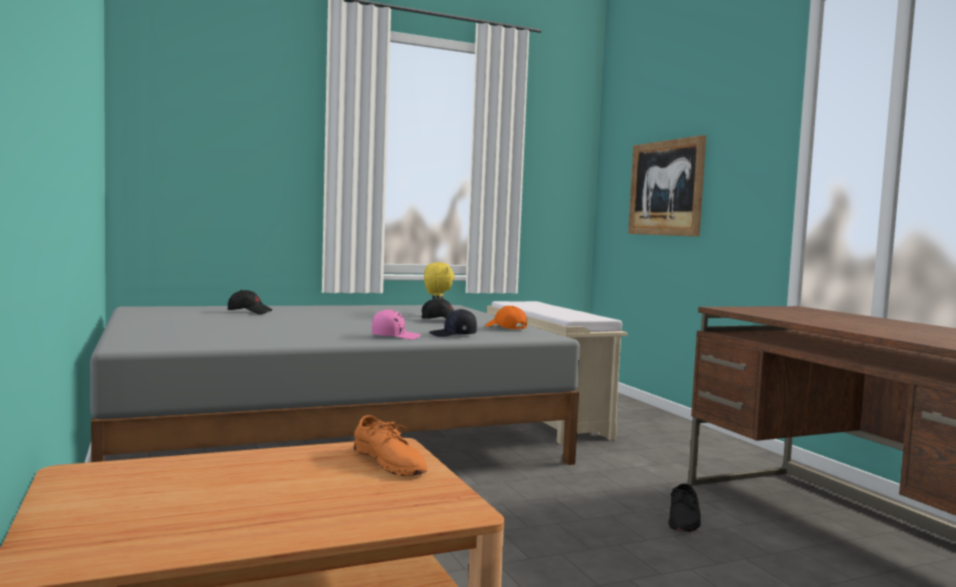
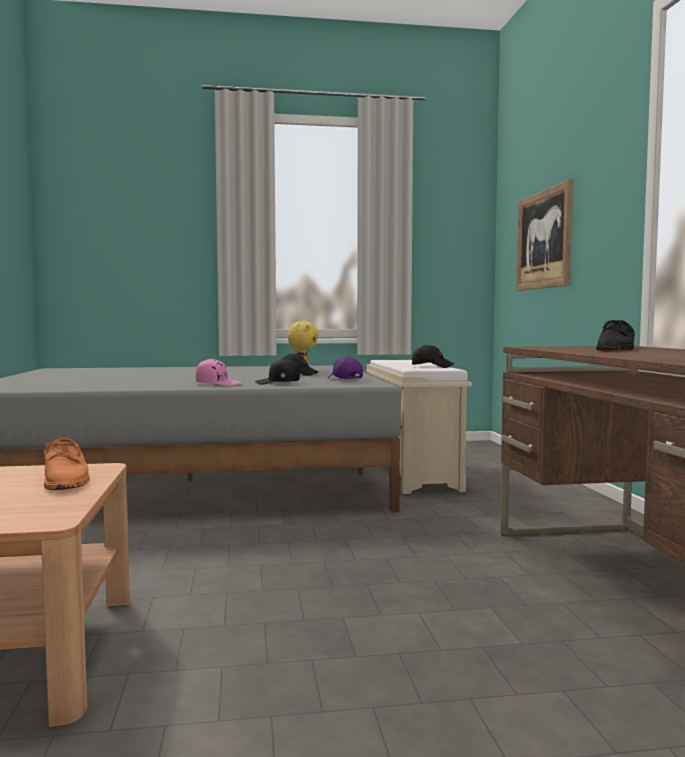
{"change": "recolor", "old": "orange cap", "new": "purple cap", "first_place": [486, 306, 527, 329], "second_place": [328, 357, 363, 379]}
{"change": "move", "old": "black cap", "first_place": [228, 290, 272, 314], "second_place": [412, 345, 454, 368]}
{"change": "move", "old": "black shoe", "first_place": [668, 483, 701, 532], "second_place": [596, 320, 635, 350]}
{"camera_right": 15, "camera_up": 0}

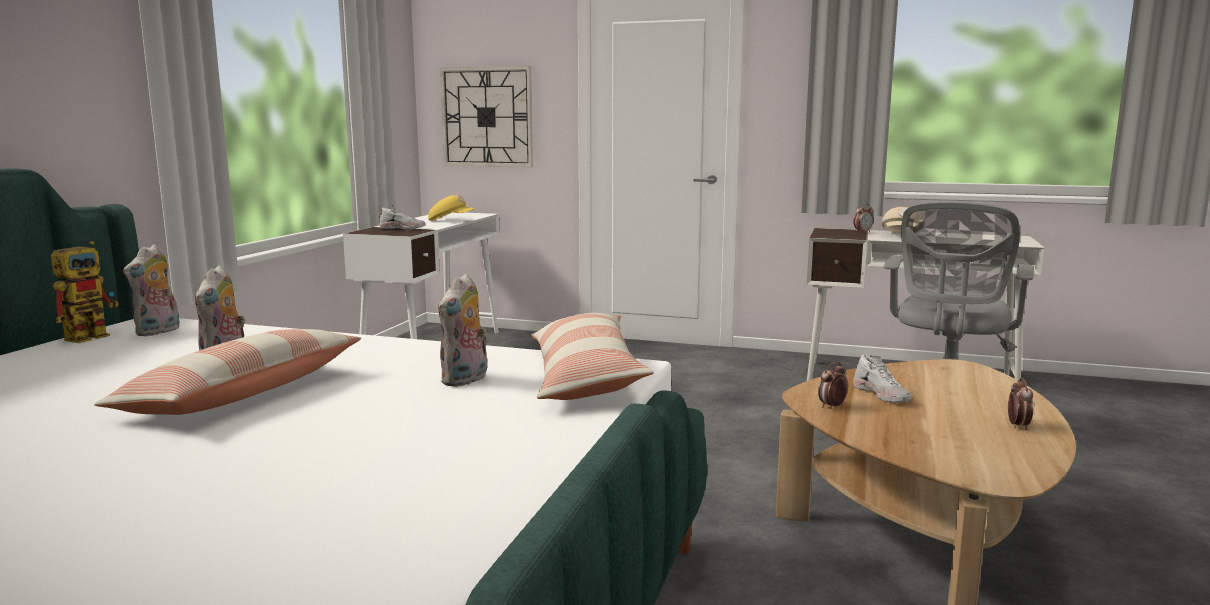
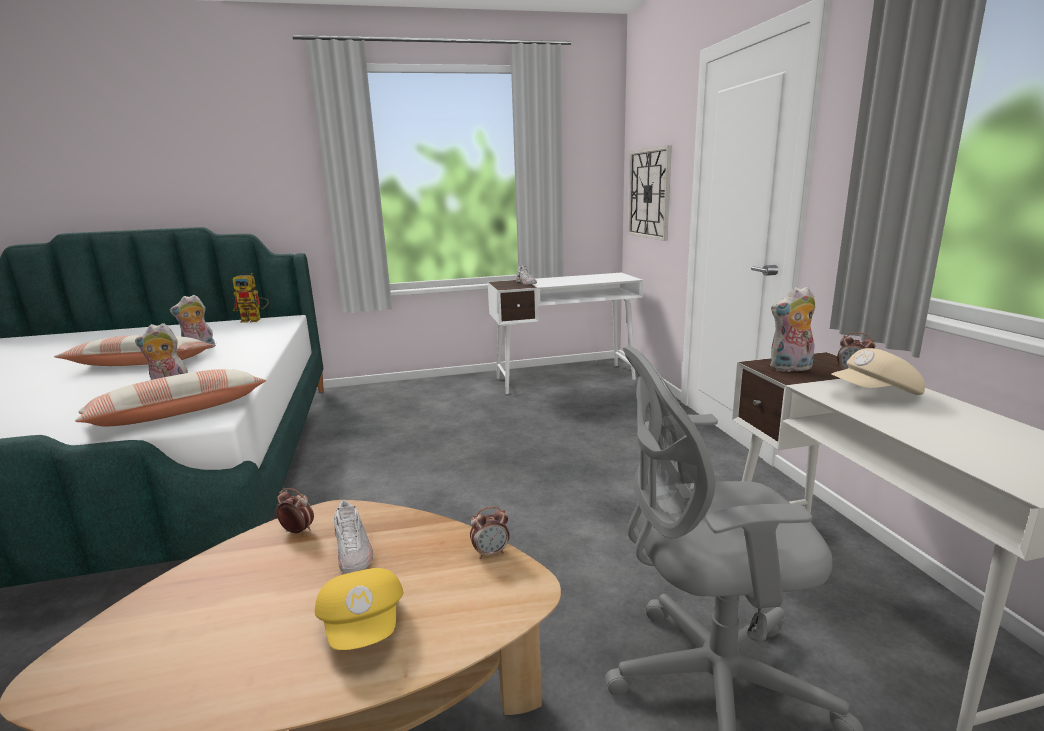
{"change": "move", "old": "yellow cap", "first_place": [428, 195, 475, 221], "second_place": [315, 568, 403, 650]}
{"change": "rotate", "old": "white shoe", "first_place": [853, 354, 912, 403], "second_place": [334, 500, 373, 574], "degrees": -60}
{"change": "move", "old": "alarm clock", "first_place": [1008, 378, 1034, 430], "second_place": [470, 507, 510, 559]}
{"change": "move", "old": "plush toy", "first_place": [123, 244, 180, 336], "second_place": [770, 286, 815, 372]}
{"camera_right": 60, "camera_up": 5}

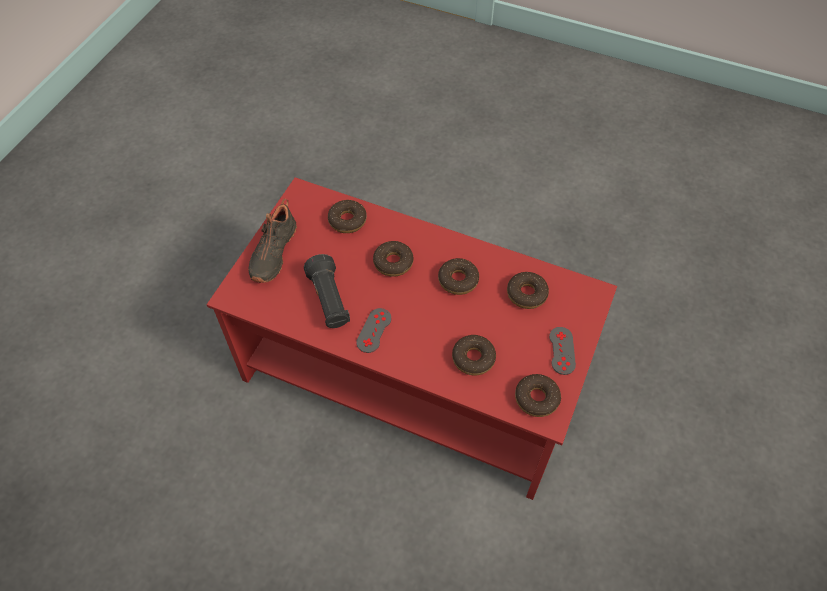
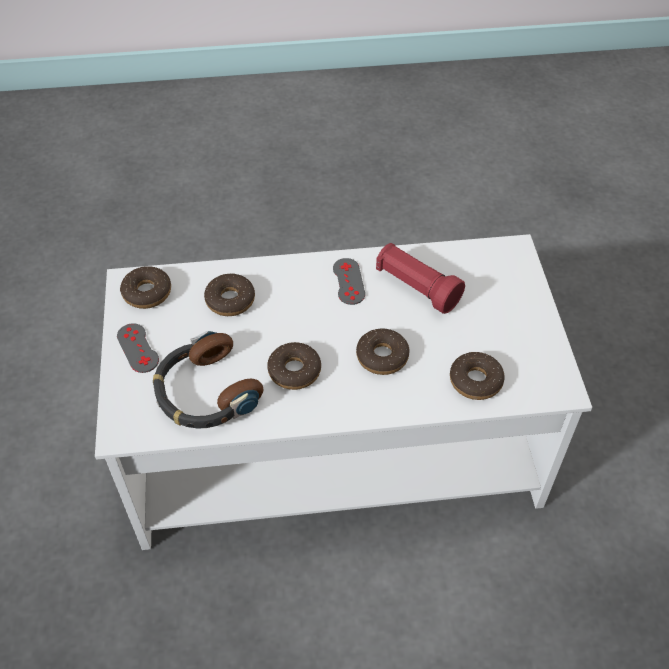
{"change": "recolor", "old": "red coffee table", "new": "white coffee table", "first_place": [207, 177, 617, 500], "second_place": [95, 234, 592, 550]}
{"change": "replace", "old": "donut", "new": "headphones", "first_place": [507, 272, 549, 309], "second_place": [153, 331, 263, 429]}
{"change": "recolor", "old": "black flashlight", "new": "red flashlight", "first_place": [304, 254, 350, 328], "second_place": [376, 243, 465, 314]}
{"change": "delete", "old": "black shoe", "first_place": [248, 199, 297, 283]}
{"camera_right": 150, "camera_up": -5}

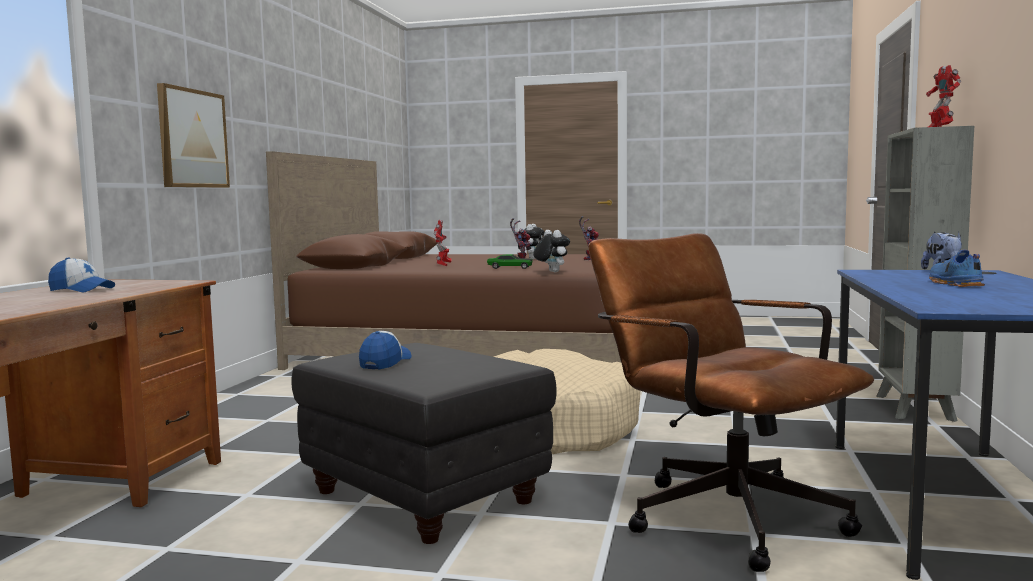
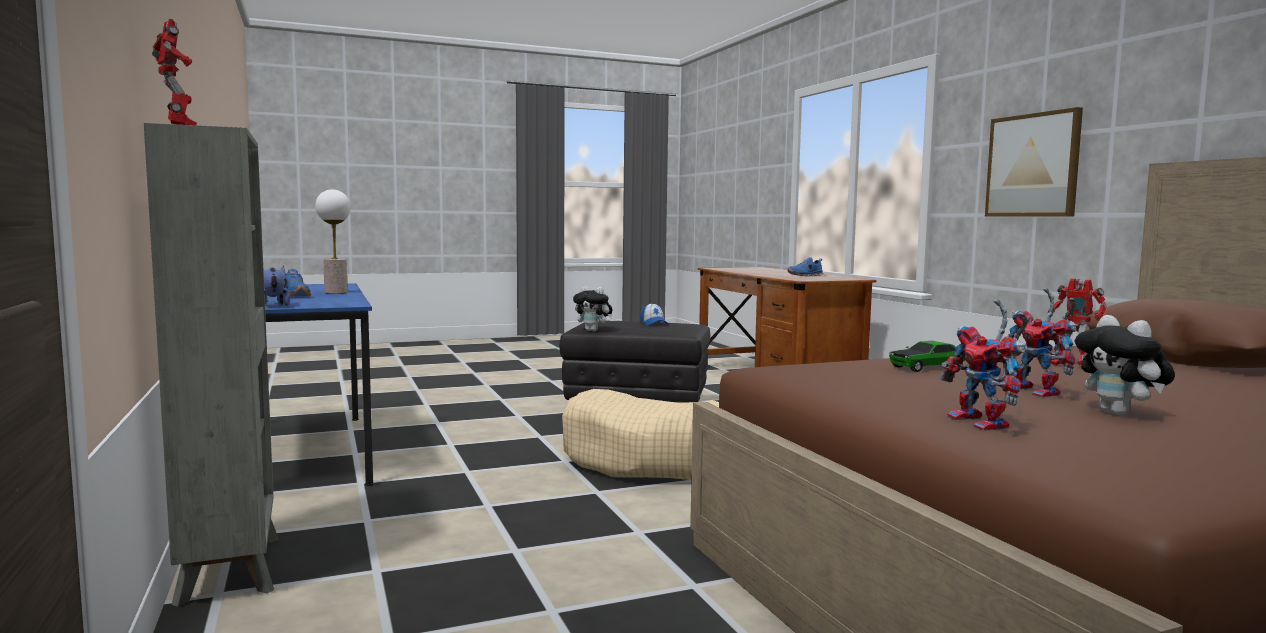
{"change": "insert", "new": "table lamp", "second_place": [315, 189, 351, 294]}
{"change": "move", "old": "plush toy", "first_place": [533, 230, 570, 272], "second_place": [573, 286, 613, 331]}
{"change": "replace", "old": "cap", "new": "blue shoe", "first_place": [48, 258, 115, 292], "second_place": [787, 257, 823, 276]}
{"change": "delete", "old": "brown office chair", "first_place": [588, 233, 874, 572]}
{"camera_right": 145, "camera_up": 0}

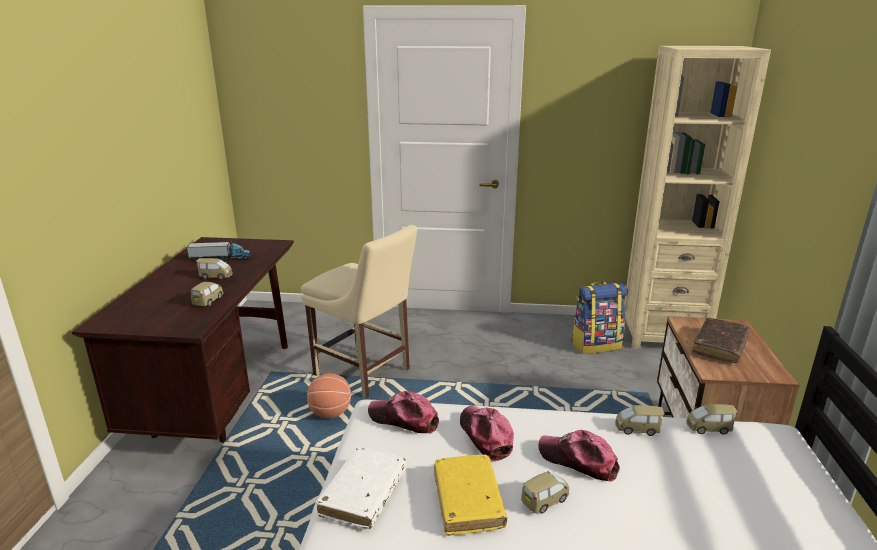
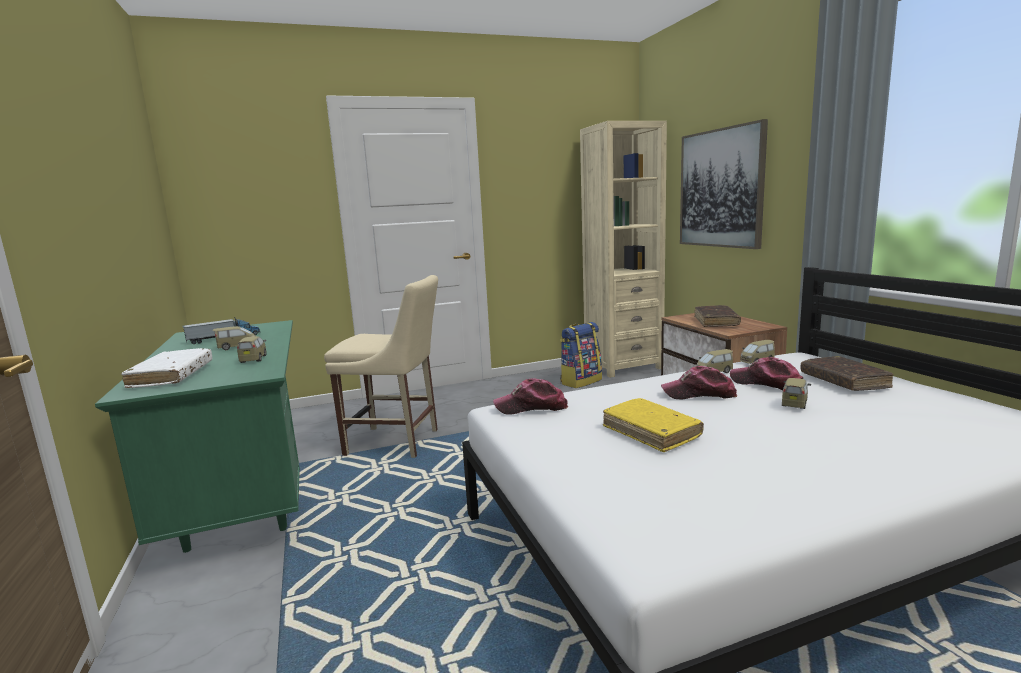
{"change": "recolor", "old": "brown desk", "new": "green desk", "first_place": [72, 237, 294, 443], "second_place": [95, 320, 300, 553]}
{"change": "move", "old": "white book", "first_place": [316, 447, 406, 529], "second_place": [121, 348, 212, 388]}
{"change": "insert", "new": "picture", "second_place": [680, 119, 768, 249]}
{"change": "move", "old": "cap", "first_place": [460, 406, 514, 461], "second_place": [730, 357, 803, 391]}
{"change": "move", "old": "toy car", "first_place": [521, 471, 569, 514], "second_place": [782, 378, 811, 409]}
{"change": "insert", "new": "brown book", "second_place": [801, 356, 893, 391]}
{"change": "delete", "old": "basketball", "first_place": [307, 373, 351, 418]}
{"camera_right": -25, "camera_up": -10}

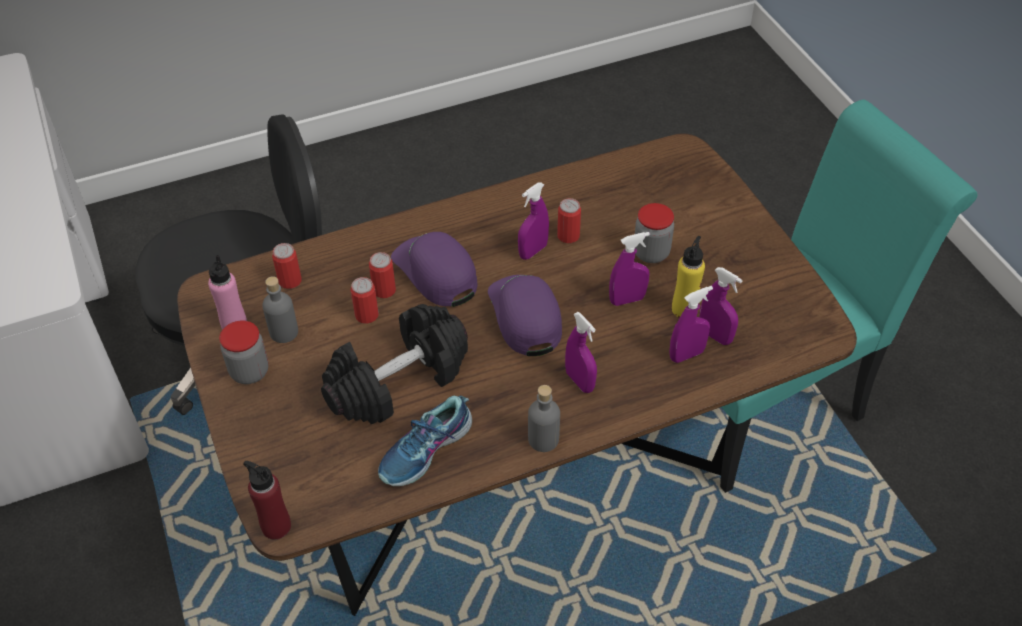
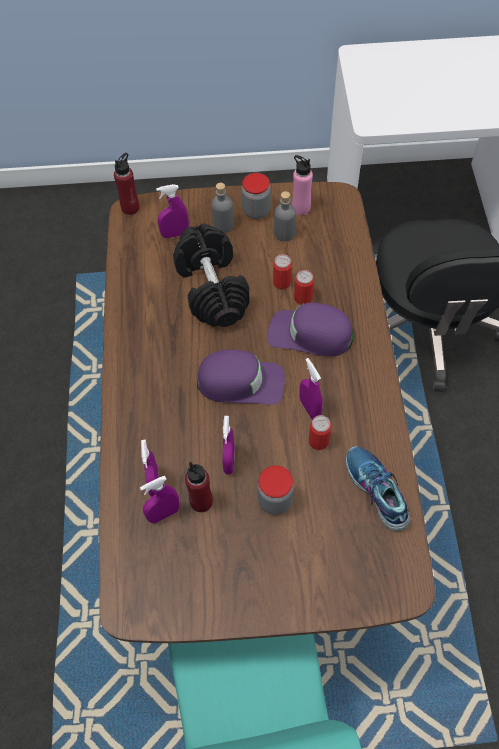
{"change": "move", "old": "purple spray bottle", "first_place": [565, 312, 597, 393], "second_place": [156, 184, 189, 238]}
{"change": "recolor", "old": "yellow bottle", "new": "red bottle", "first_place": [672, 236, 705, 318], "second_place": [185, 462, 213, 512]}
{"change": "move", "old": "grey bottle", "first_place": [528, 385, 560, 452], "second_place": [211, 183, 234, 233]}
{"change": "rotate", "old": "purple cap", "first_place": [391, 232, 478, 307], "second_place": [267, 303, 353, 357], "degrees": -150}
{"change": "move", "old": "shoe", "first_place": [378, 396, 472, 486], "second_place": [346, 446, 410, 531]}
{"change": "delete", "old": "can", "first_place": [272, 243, 302, 289]}
{"camera_right": 110, "camera_up": 10}

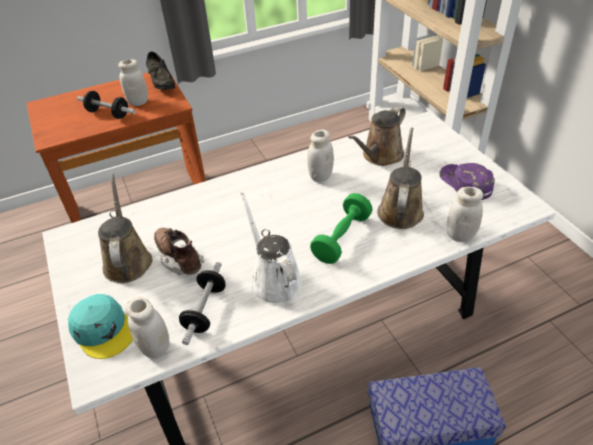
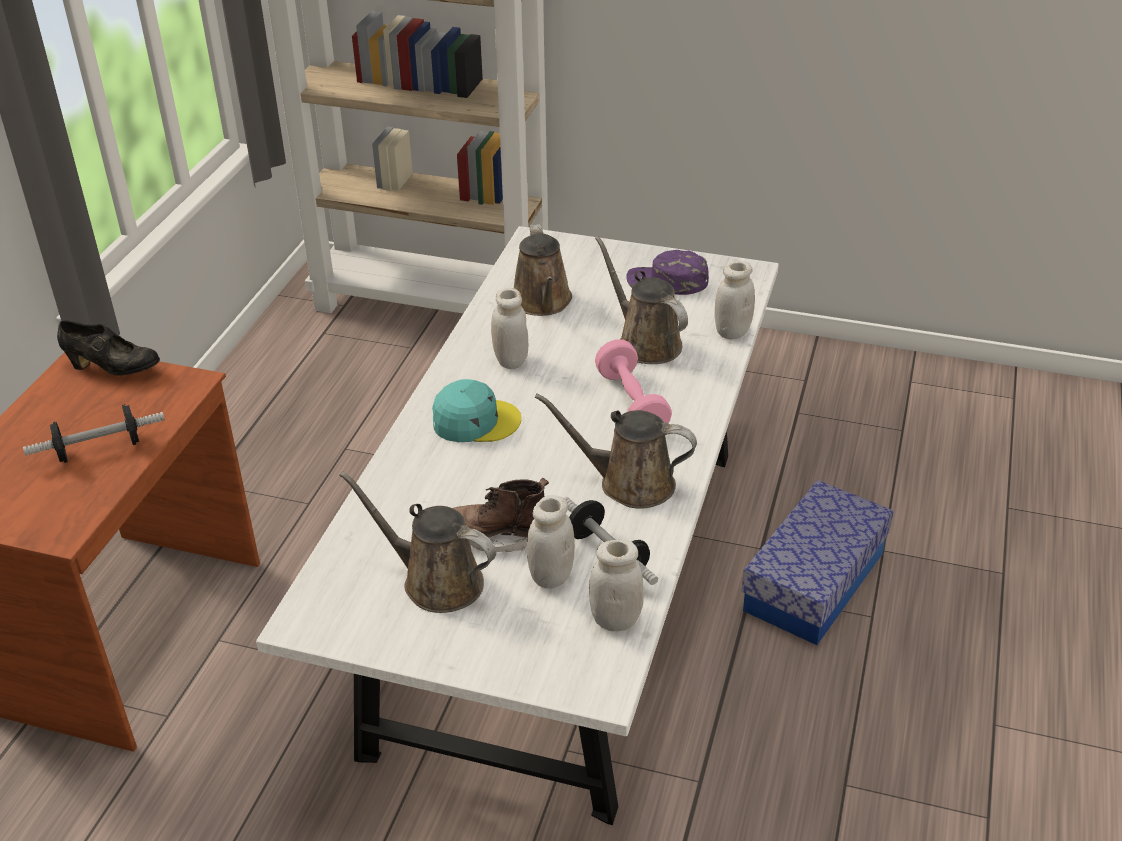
{"change": "move", "old": "turquoise cap", "first_place": [68, 294, 133, 359], "second_place": [432, 379, 521, 442]}
{"change": "move", "old": "white jar", "first_place": [118, 59, 148, 106], "second_place": [527, 495, 575, 588]}
{"change": "recolor", "old": "white watering can", "new": "brown watering can", "first_place": [240, 193, 302, 305], "second_place": [535, 394, 697, 509]}
{"change": "recolor", "old": "green dumbbell", "new": "pink dumbbell", "first_place": [310, 193, 373, 264], "second_place": [595, 339, 672, 423]}
{"camera_right": -50, "camera_up": -5}

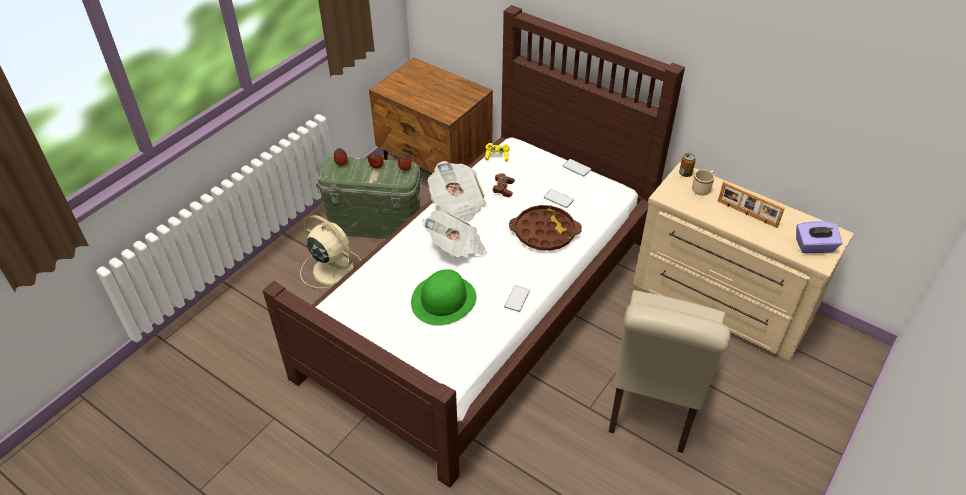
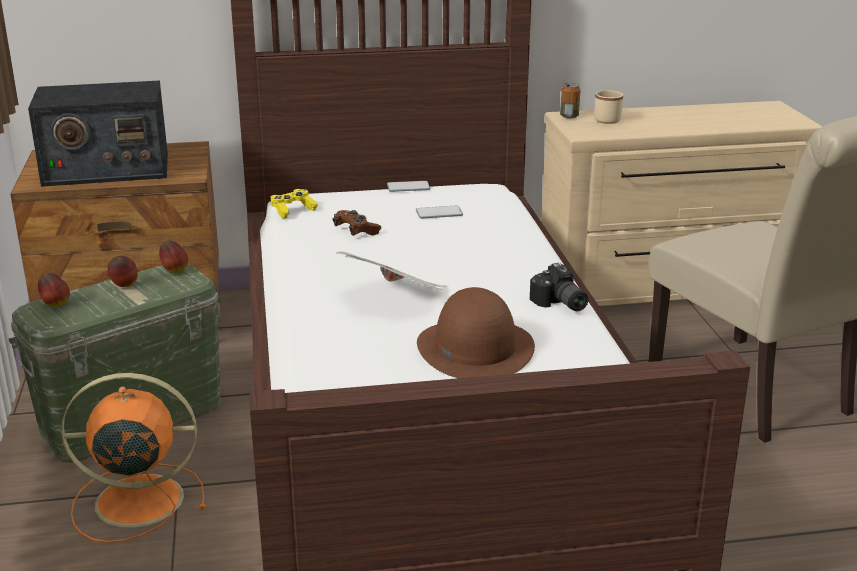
{"change": "insert", "new": "radio", "second_place": [28, 80, 168, 187]}
{"change": "recolor", "old": "beige fan", "new": "orange fan", "first_place": [300, 215, 361, 288], "second_place": [61, 373, 206, 543]}
{"change": "recolor", "old": "green hat", "new": "brown hat", "first_place": [411, 269, 477, 326], "second_place": [417, 287, 535, 378]}
{"change": "replace", "old": "phone", "new": "photo camera", "first_place": [504, 285, 530, 312], "second_place": [530, 263, 588, 311]}
{"change": "delete", "old": "newspaper", "first_place": [428, 161, 487, 223]}
{"change": "delete", "old": "brown tray", "first_place": [509, 205, 582, 251]}
{"change": "delete", "old": "picture frame", "first_place": [718, 181, 785, 228]}
{"change": "delete", "old": "purple tissue box", "first_place": [796, 221, 842, 253]}
{"camera_right": -45, "camera_up": -20}

